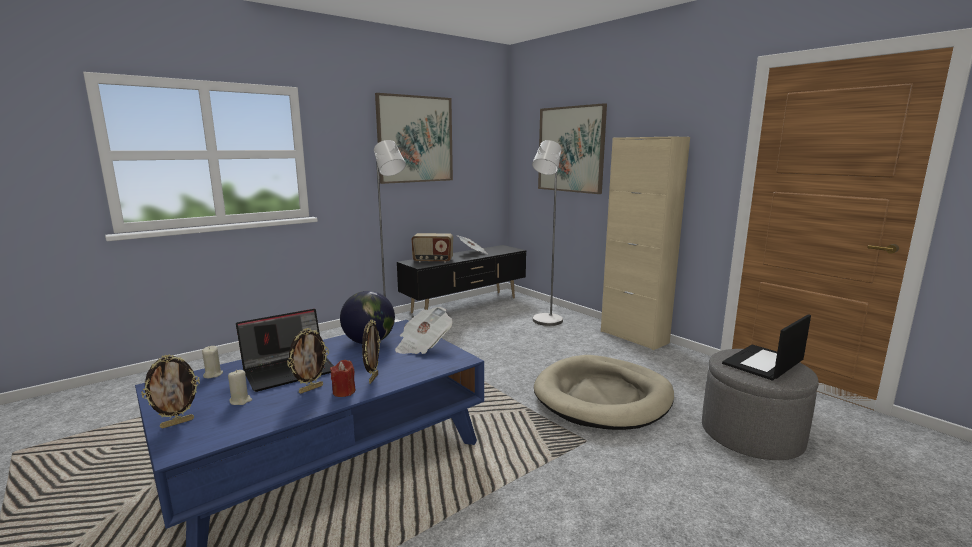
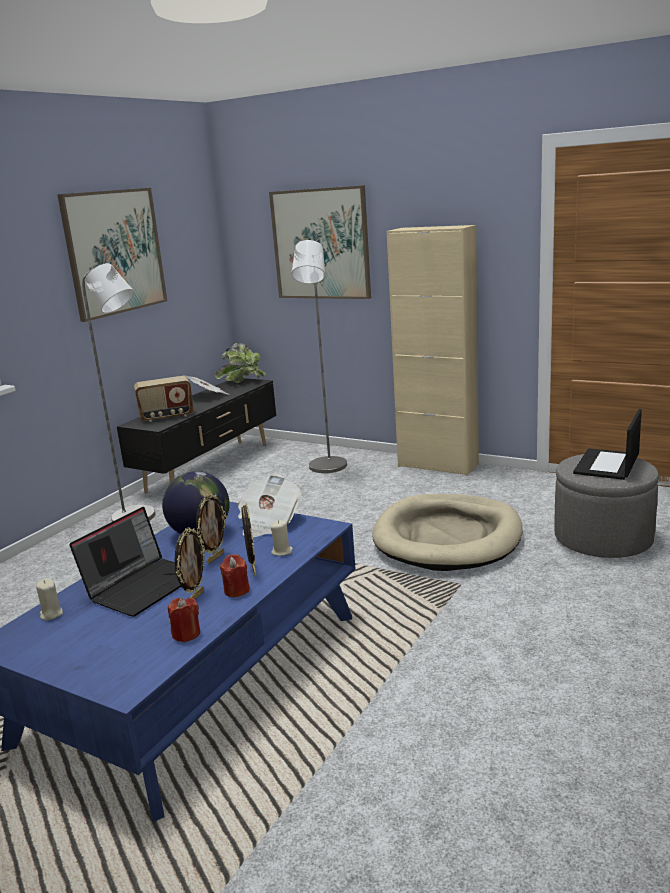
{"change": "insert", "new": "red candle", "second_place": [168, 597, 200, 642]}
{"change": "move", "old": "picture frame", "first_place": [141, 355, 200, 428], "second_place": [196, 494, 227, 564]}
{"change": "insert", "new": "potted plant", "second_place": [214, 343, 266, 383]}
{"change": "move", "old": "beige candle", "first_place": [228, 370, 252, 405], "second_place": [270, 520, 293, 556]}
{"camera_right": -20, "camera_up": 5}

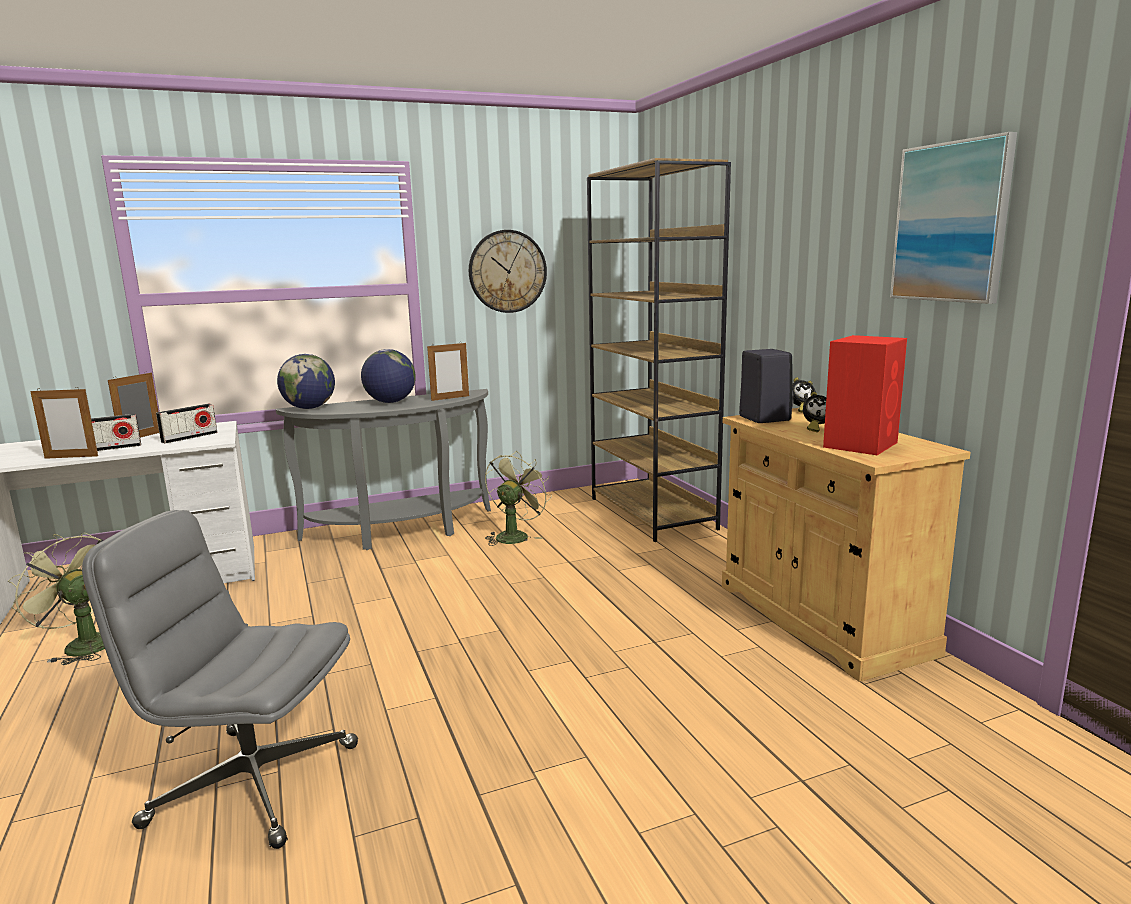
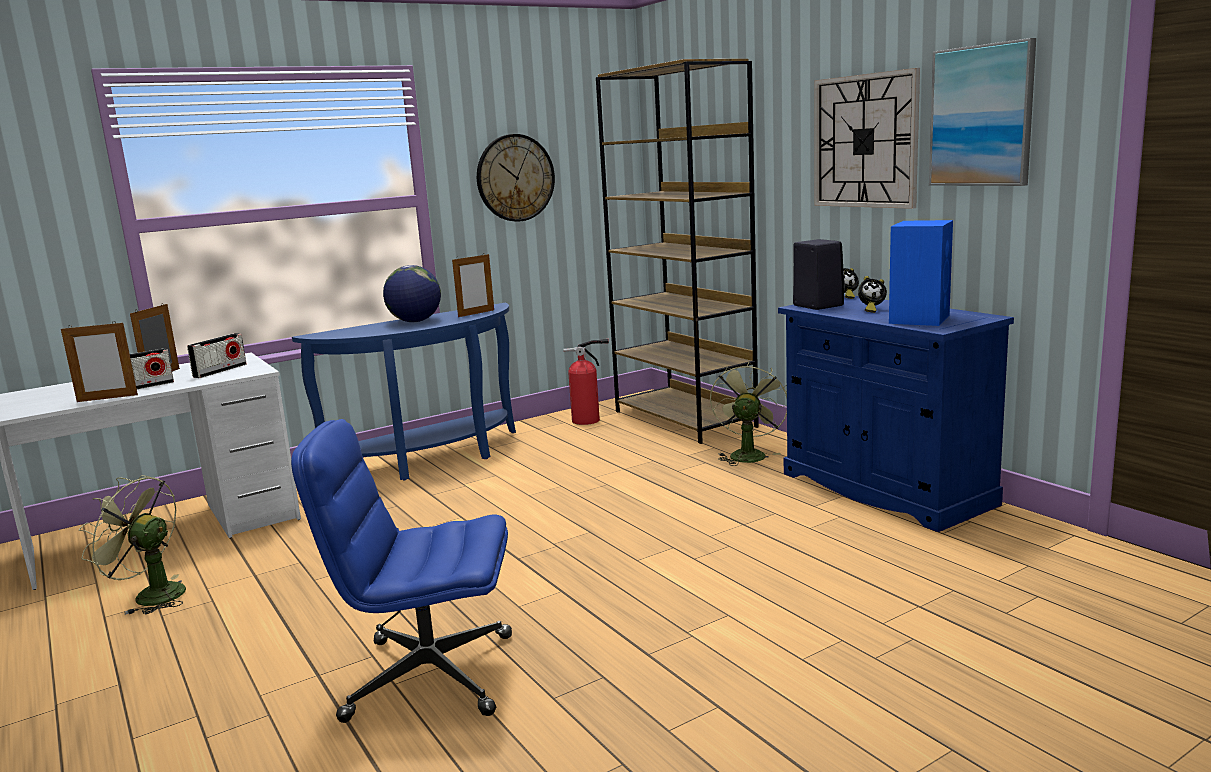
{"change": "recolor", "old": "grey office chair", "new": "blue office chair", "first_place": [82, 510, 358, 849], "second_place": [291, 419, 512, 723]}
{"change": "recolor", "old": "grey console table", "new": "blue console table", "first_place": [276, 389, 491, 550], "second_place": [292, 303, 516, 481]}
{"change": "insert", "new": "fire extinguisher", "second_place": [563, 339, 609, 425]}
{"change": "move", "old": "green fan", "first_place": [485, 451, 552, 546], "second_place": [710, 361, 787, 466]}
{"change": "recolor", "old": "beige cabinet", "new": "blue cabinet", "first_place": [722, 408, 971, 682], "second_place": [778, 294, 1014, 532]}
{"change": "insert", "new": "wall clock", "second_place": [814, 68, 920, 209]}
{"change": "recolor", "old": "red speaker", "new": "blue speaker", "first_place": [823, 335, 907, 455], "second_place": [889, 220, 953, 326]}
{"change": "delete", "old": "globe", "first_place": [277, 354, 335, 409]}
{"camera_right": -10, "camera_up": 0}

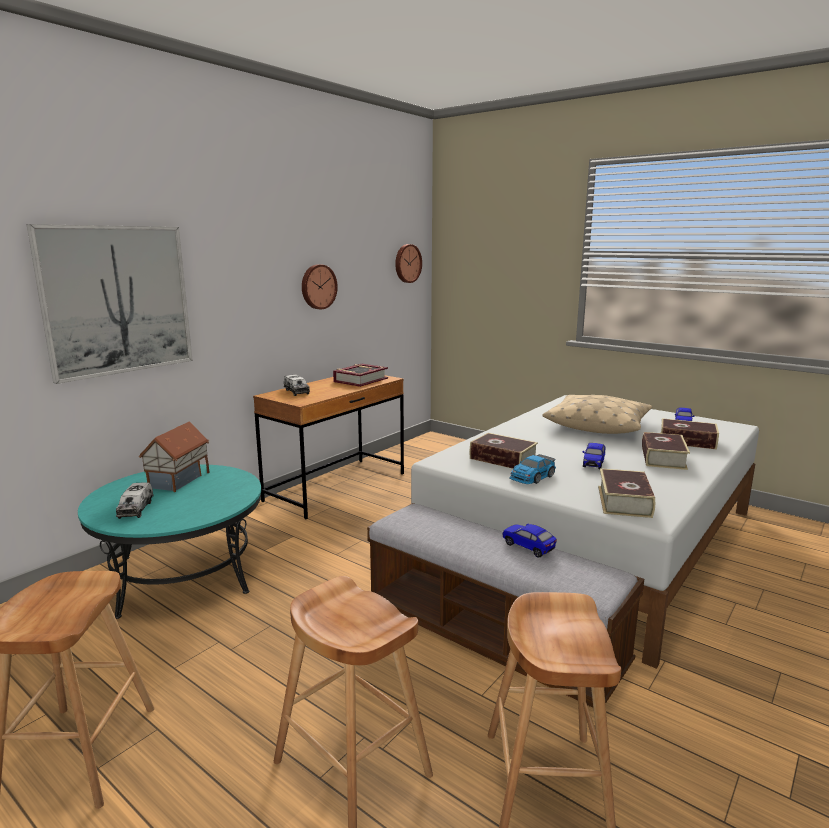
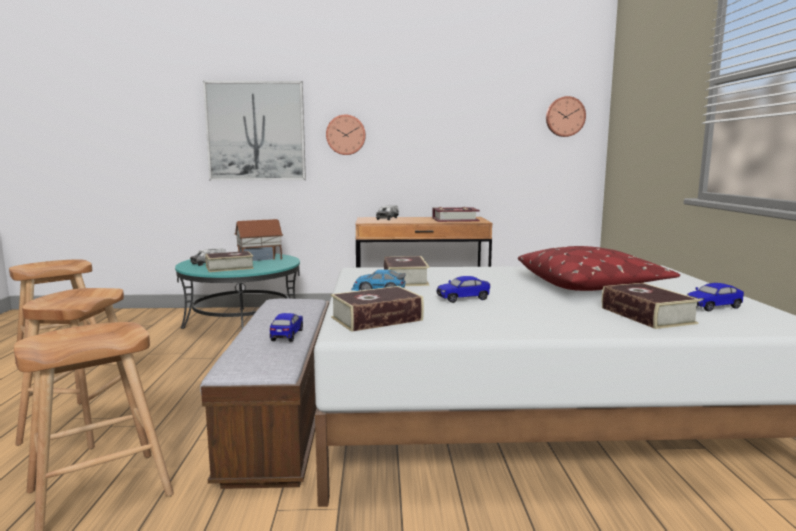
{"change": "move", "old": "book", "first_place": [642, 432, 690, 470], "second_place": [205, 251, 254, 272]}
{"change": "move", "old": "wall clock", "first_place": [302, 264, 338, 309], "second_place": [326, 115, 366, 155]}
{"change": "recolor", "old": "beige pillow", "new": "red pillow", "first_place": [542, 395, 652, 434], "second_place": [518, 246, 680, 291]}
{"camera_right": 50, "camera_up": -5}

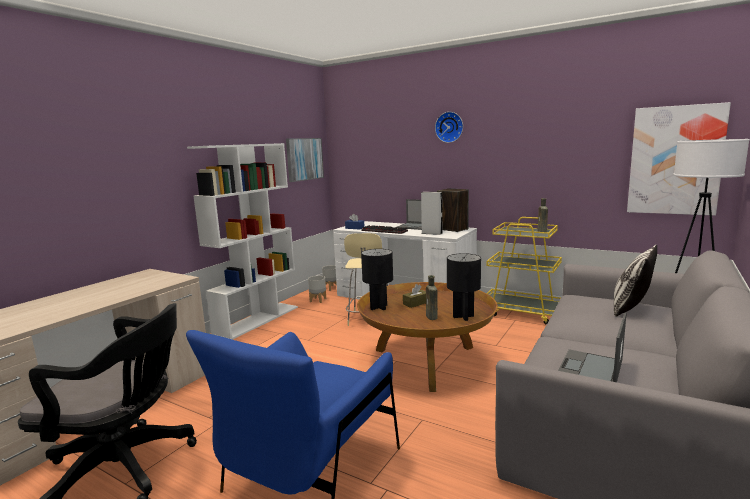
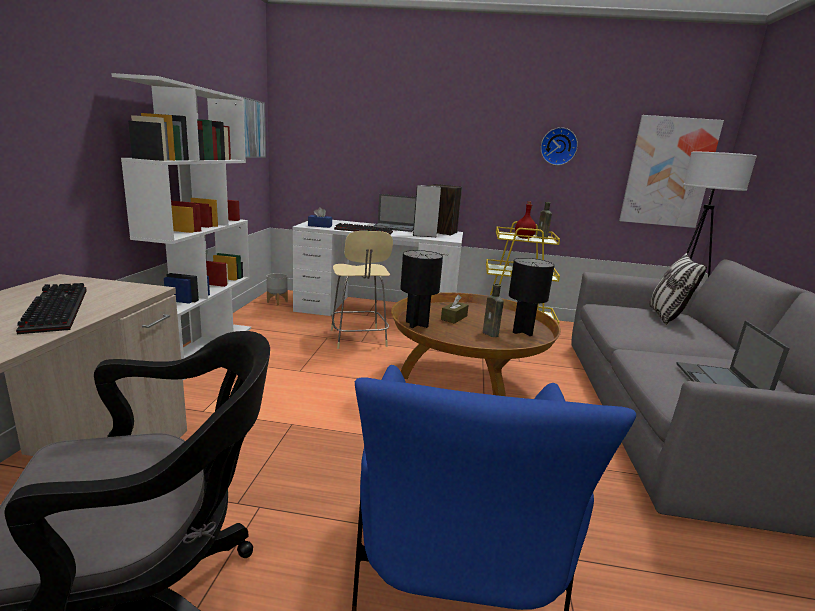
{"change": "insert", "new": "keyboard", "second_place": [16, 283, 87, 334]}
{"change": "insert", "new": "red bottle", "second_place": [515, 201, 536, 239]}
{"change": "move", "old": "wall clock", "first_place": [435, 112, 463, 143], "second_place": [541, 127, 578, 165]}
{"change": "delete", "old": "grey planter", "first_place": [308, 276, 326, 303]}
{"camera_right": -25, "camera_up": 5}

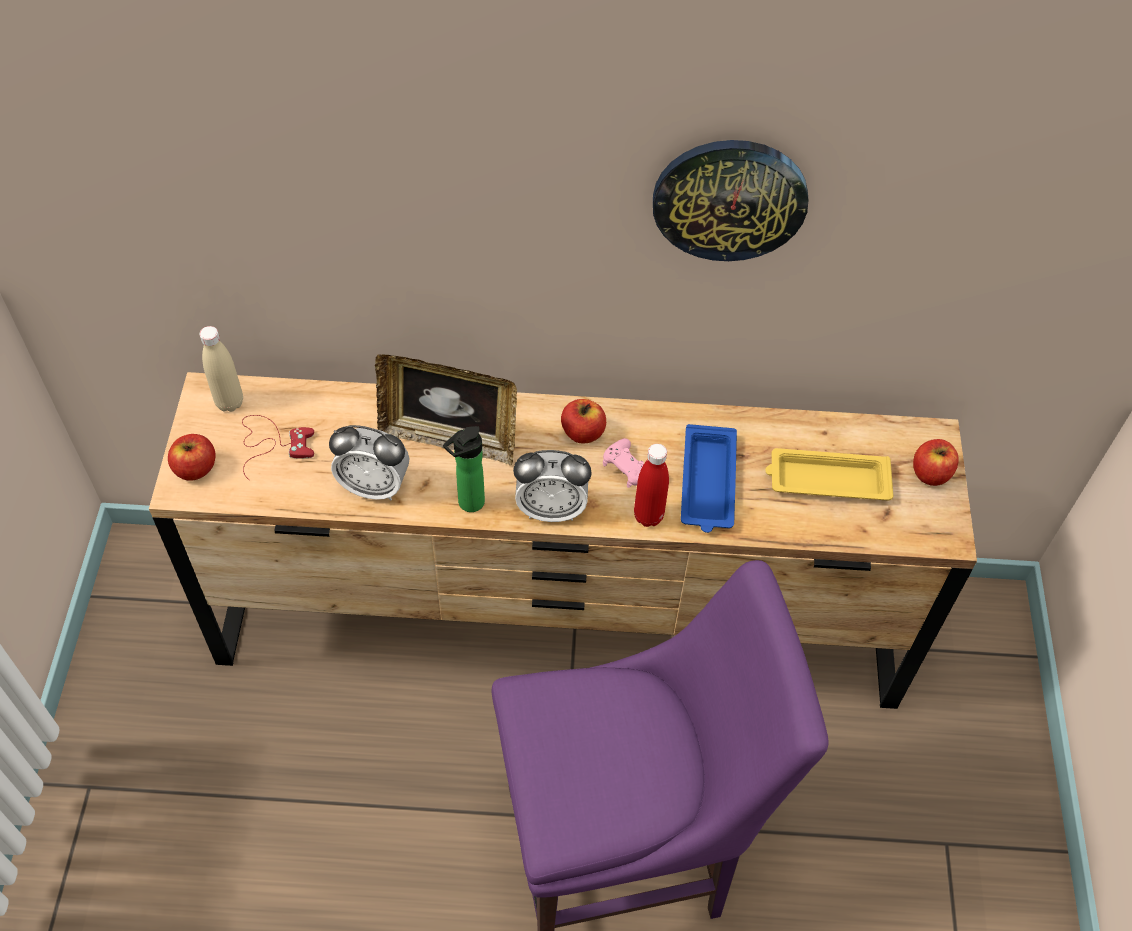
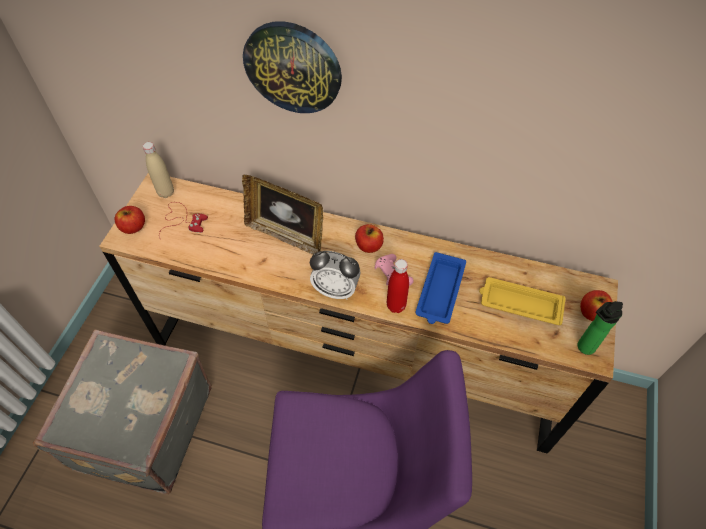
{"change": "insert", "new": "grey suitcase", "second_place": [33, 329, 212, 494]}
{"change": "move", "old": "wall clock", "first_place": [653, 140, 808, 261], "second_place": [243, 21, 342, 113]}
{"change": "move", "old": "bottle", "first_place": [443, 426, 485, 512], "second_place": [578, 301, 623, 355]}
{"change": "delete", "old": "alarm clock", "first_place": [329, 425, 409, 500]}
{"camera_right": 15, "camera_up": 0}

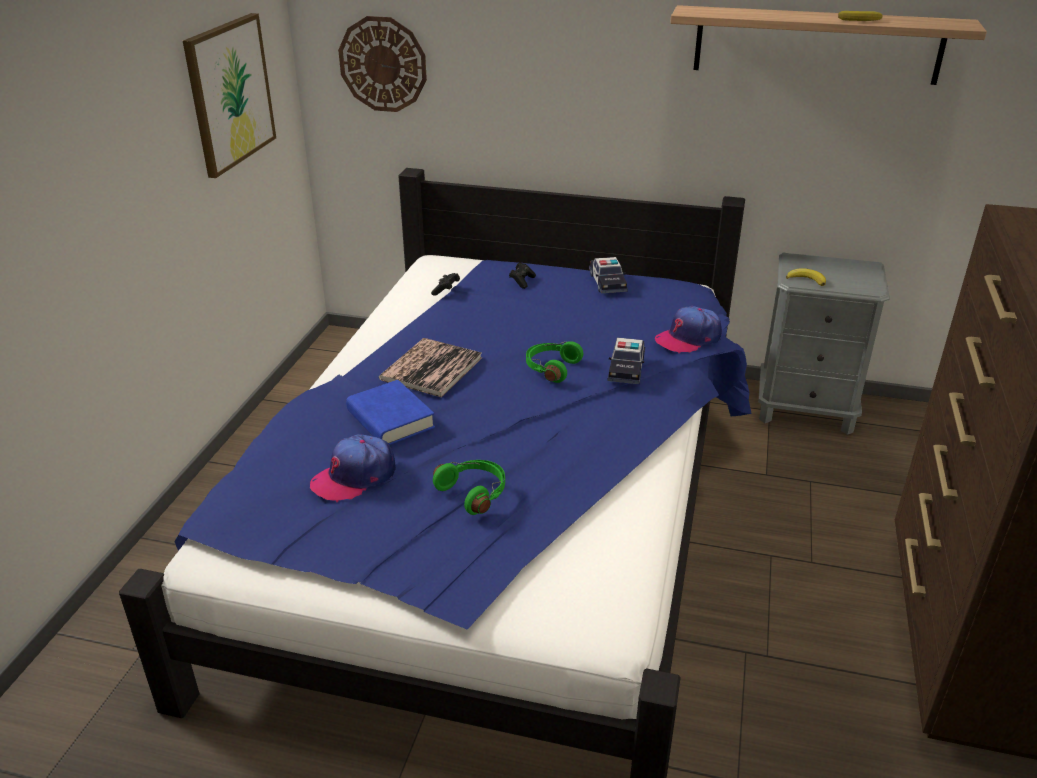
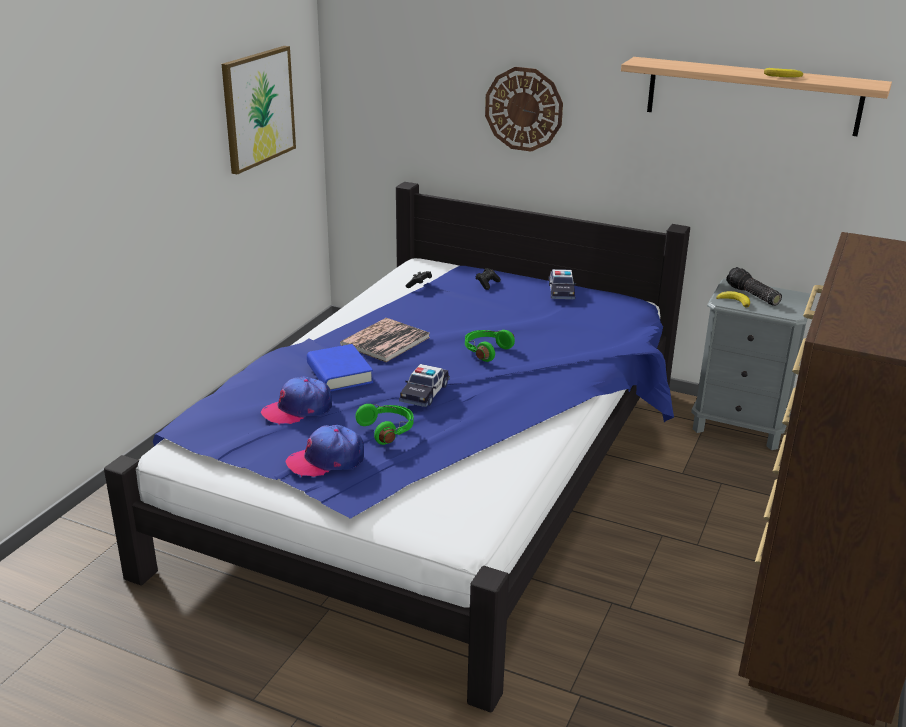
{"change": "move", "old": "cap", "first_place": [655, 306, 722, 353], "second_place": [286, 425, 364, 477]}
{"change": "move", "old": "toy car", "first_place": [607, 337, 645, 384], "second_place": [399, 364, 450, 407]}
{"change": "move", "old": "wall clock", "first_place": [338, 16, 427, 112], "second_place": [485, 67, 563, 152]}
{"change": "insert", "new": "flashlight", "second_place": [726, 267, 782, 306]}
{"camera_right": 10, "camera_up": -5}

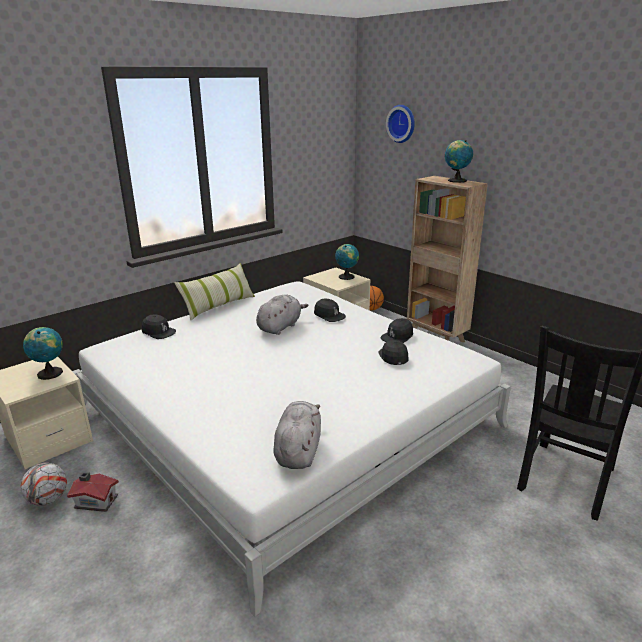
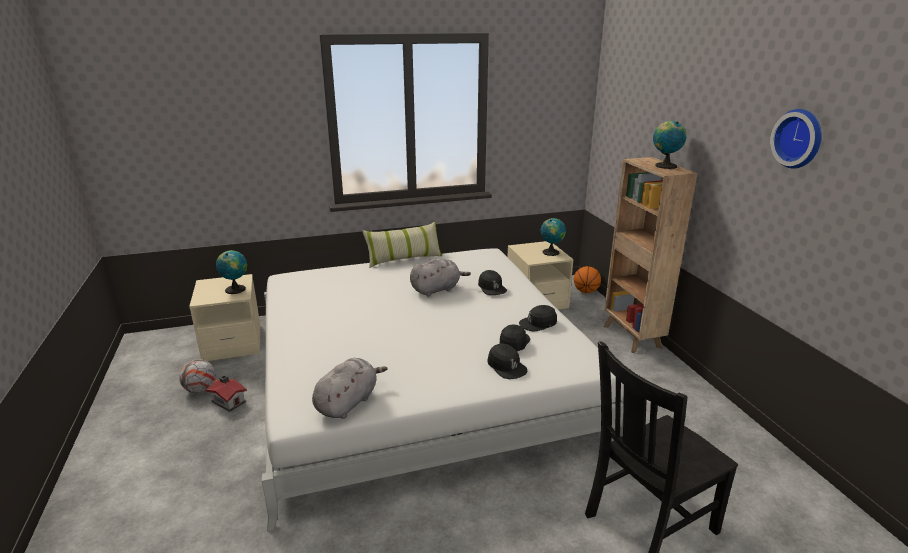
{"change": "move", "old": "black cap", "first_place": [142, 315, 176, 339], "second_place": [487, 343, 527, 379]}
{"change": "move", "old": "wall clock", "first_place": [386, 105, 415, 143], "second_place": [770, 109, 822, 169]}
{"camera_right": 25, "camera_up": 0}

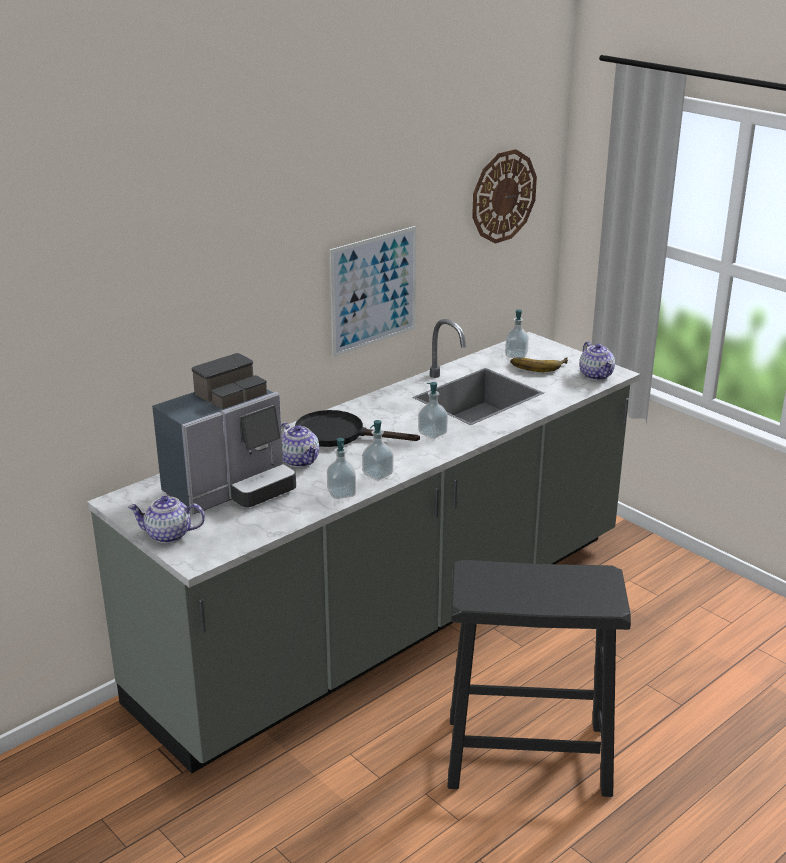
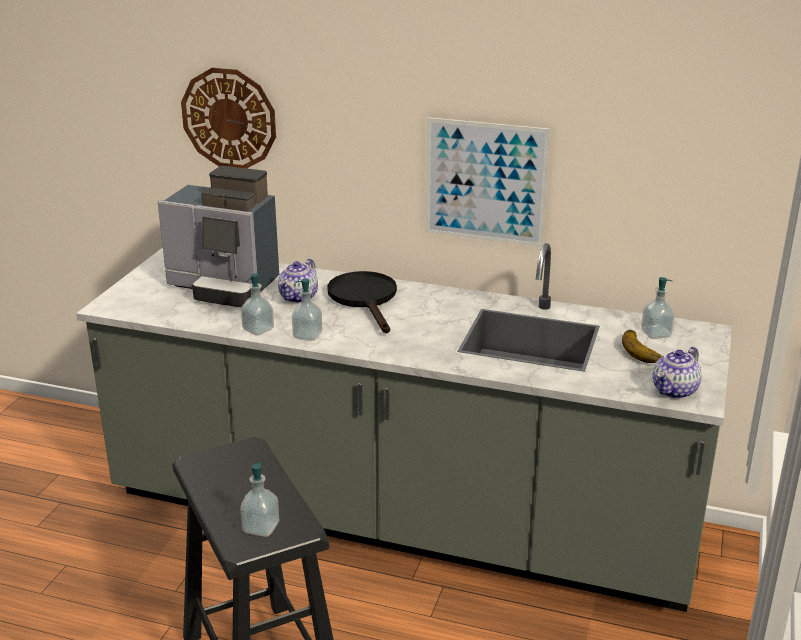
{"change": "move", "old": "wall clock", "first_place": [472, 149, 537, 243], "second_place": [181, 68, 276, 168]}
{"change": "move", "old": "soap dispenser", "first_place": [418, 382, 448, 439], "second_place": [241, 462, 279, 537]}
{"change": "delete", "old": "teapot", "first_place": [128, 496, 205, 543]}
{"camera_right": 60, "camera_up": 0}

